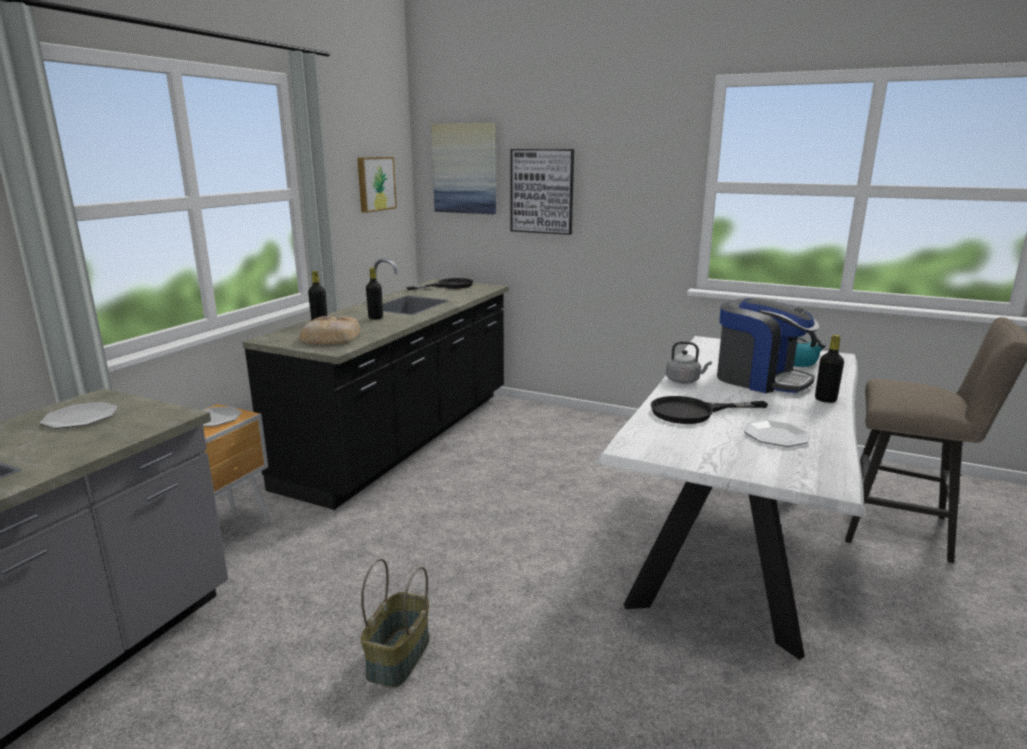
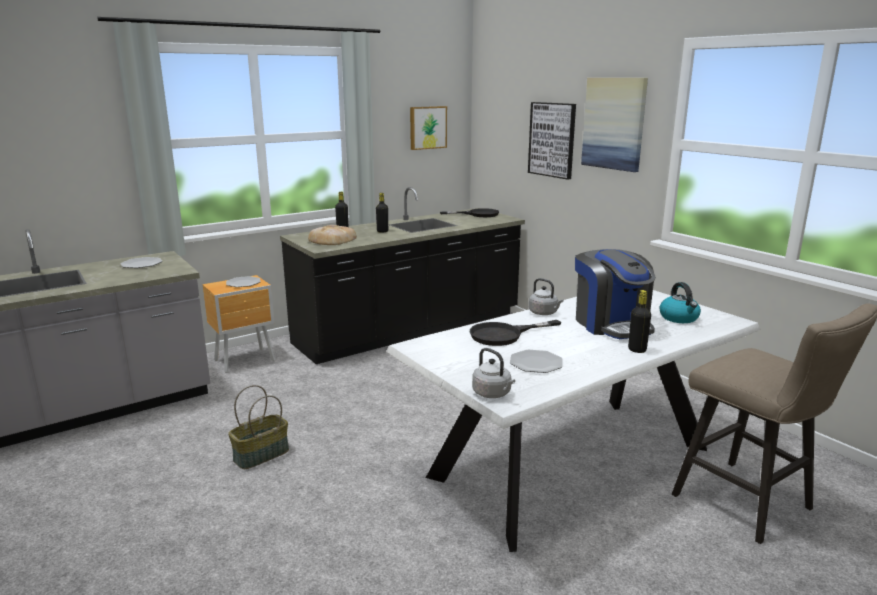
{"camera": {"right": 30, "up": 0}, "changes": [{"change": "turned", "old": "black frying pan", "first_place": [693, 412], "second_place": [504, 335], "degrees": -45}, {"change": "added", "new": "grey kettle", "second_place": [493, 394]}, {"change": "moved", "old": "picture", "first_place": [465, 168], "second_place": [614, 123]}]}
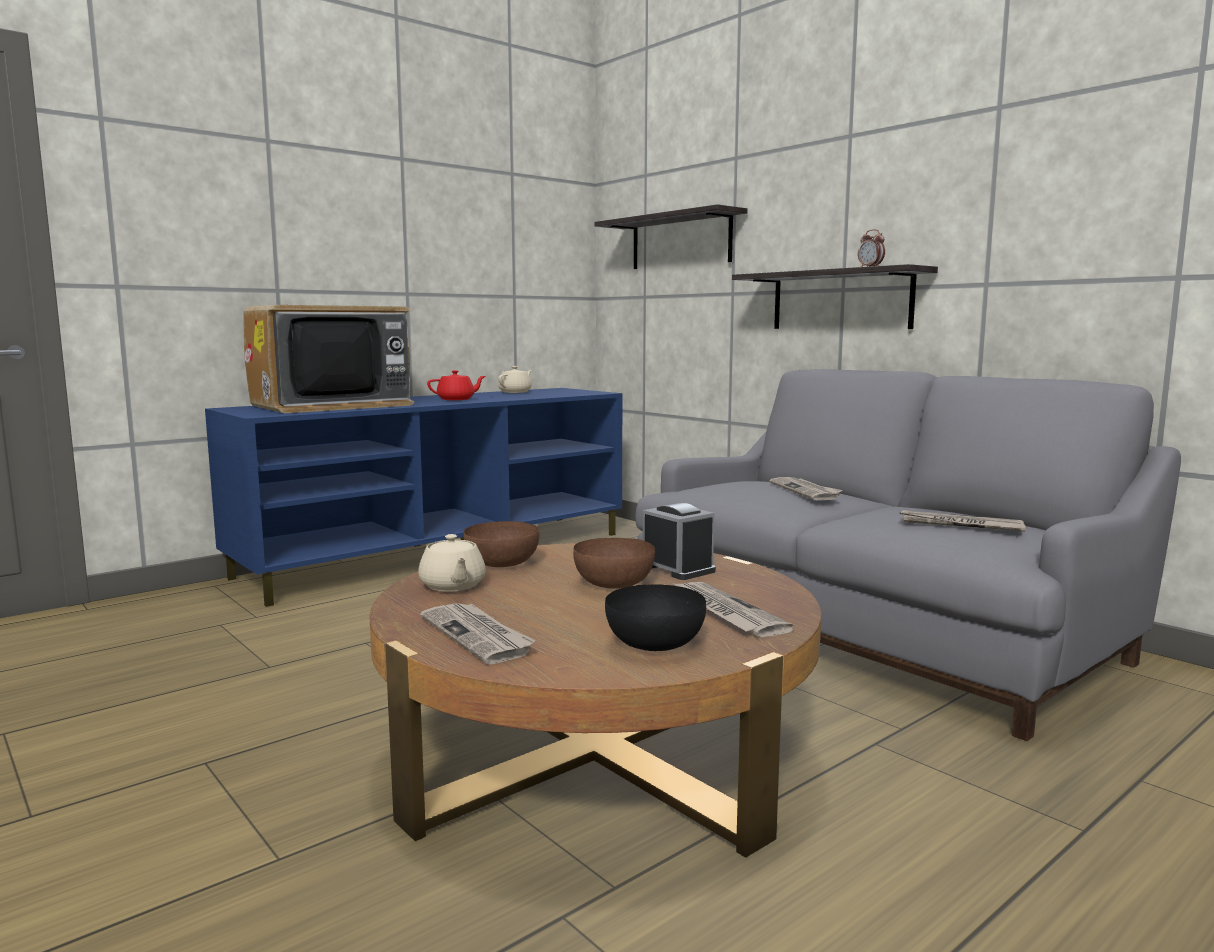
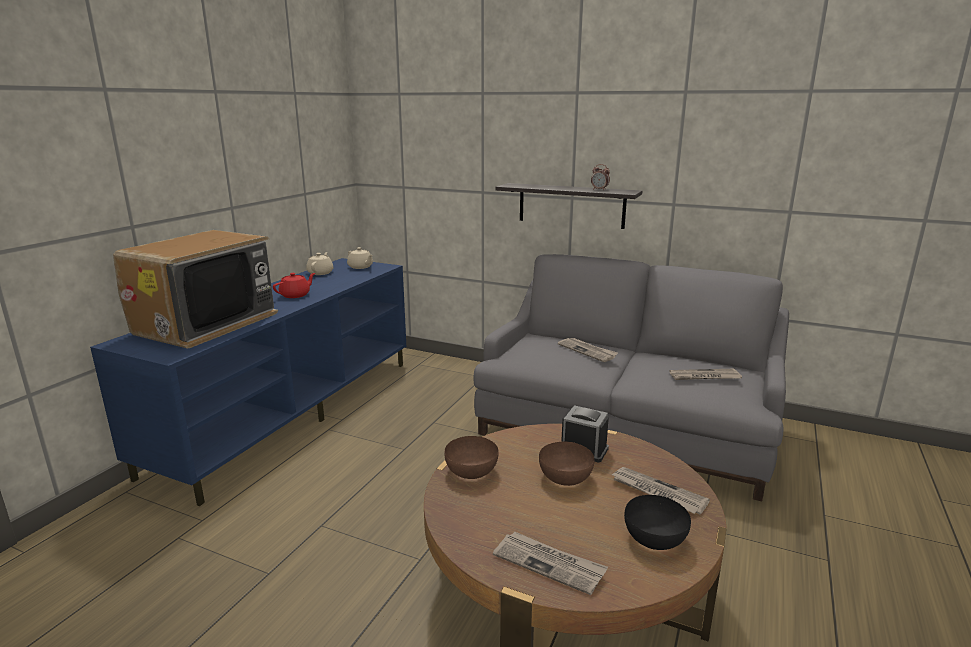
{"camera": {"right": -25, "up": 10}, "changes": [{"change": "moved", "old": "beige teapot", "first_place": [452, 586], "second_place": [360, 267]}, {"change": "removed", "old": "shelf", "first_place": [680, 241]}]}
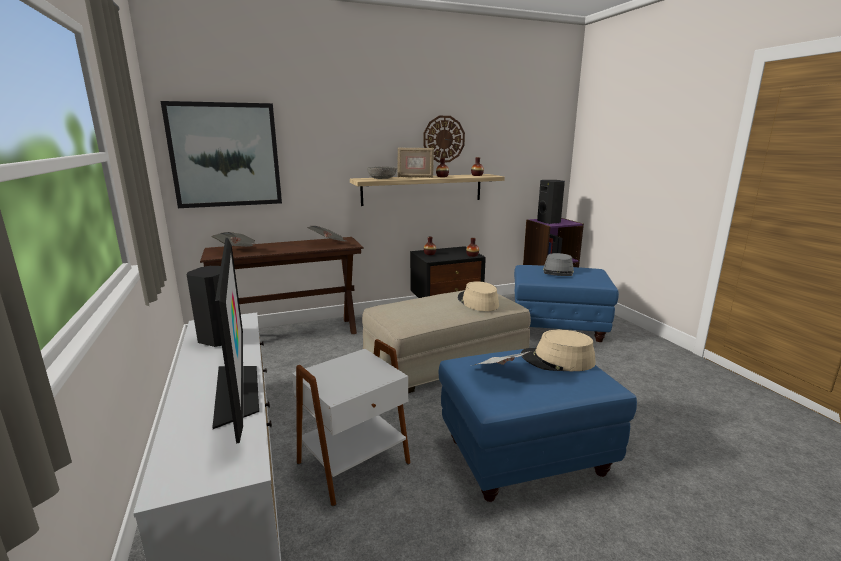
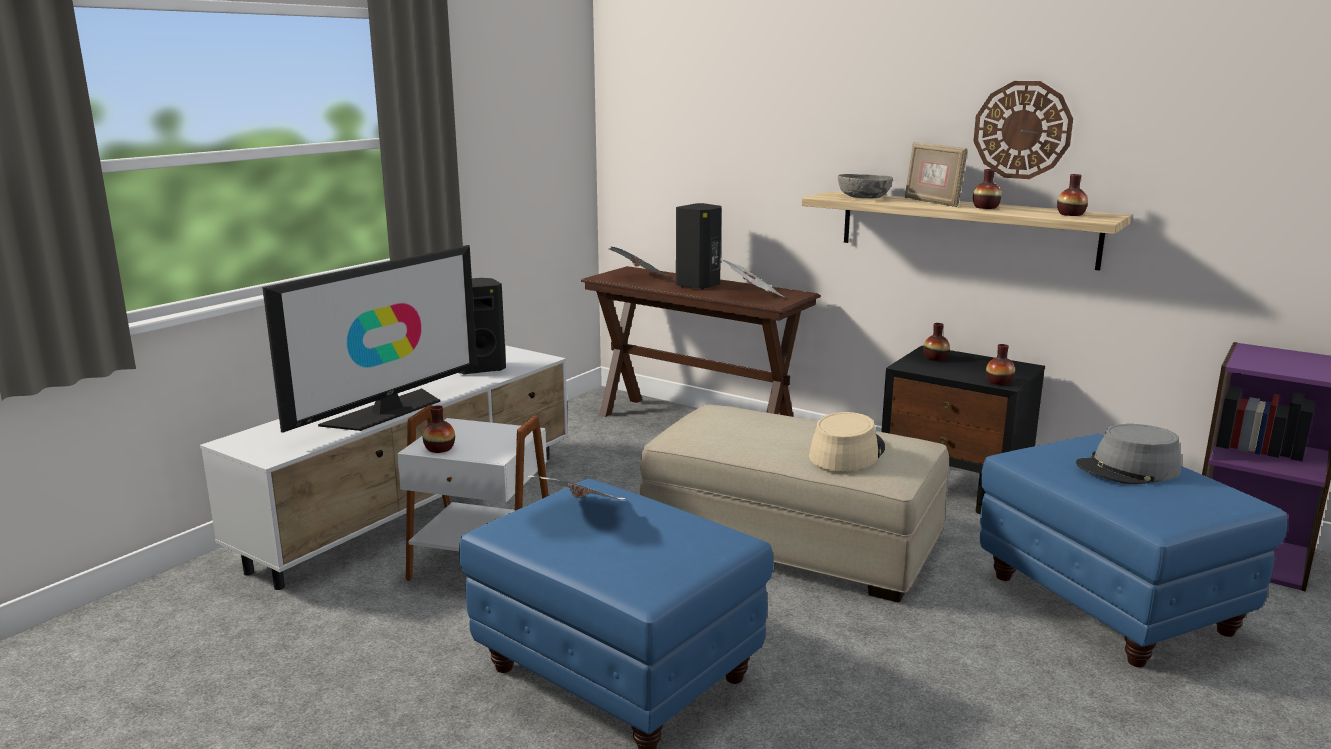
{"camera": {"right": 55, "up": 0}, "changes": [{"change": "added", "new": "vase", "second_place": [439, 449]}, {"change": "moved", "old": "black speaker", "first_place": [549, 222], "second_place": [699, 285]}, {"change": "removed", "old": "picture", "first_place": [225, 155]}, {"change": "removed", "old": "beige hat", "first_place": [557, 360]}]}
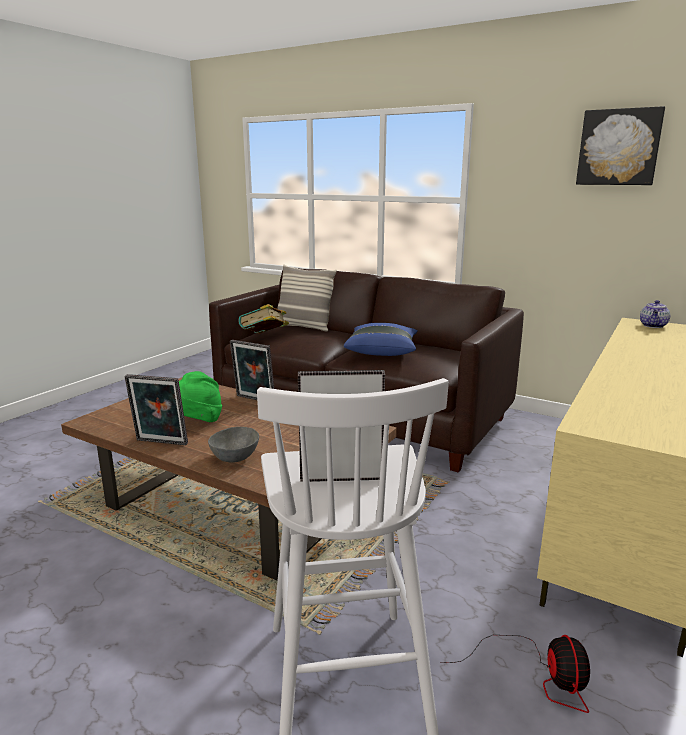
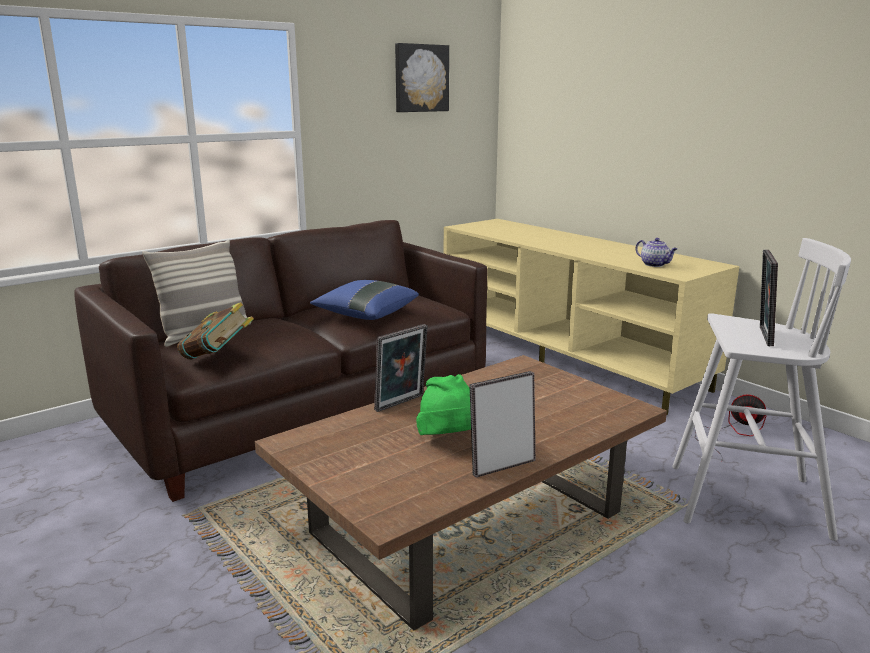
{"camera": {"right": -70, "up": 0}, "changes": [{"change": "turned", "old": "picture frame", "first_place": [160, 443], "second_place": [502, 466], "degrees": -150}, {"change": "moved", "old": "teapot", "first_place": [653, 326], "second_place": [655, 265]}, {"change": "removed", "old": "grey bowl", "first_place": [236, 458]}]}
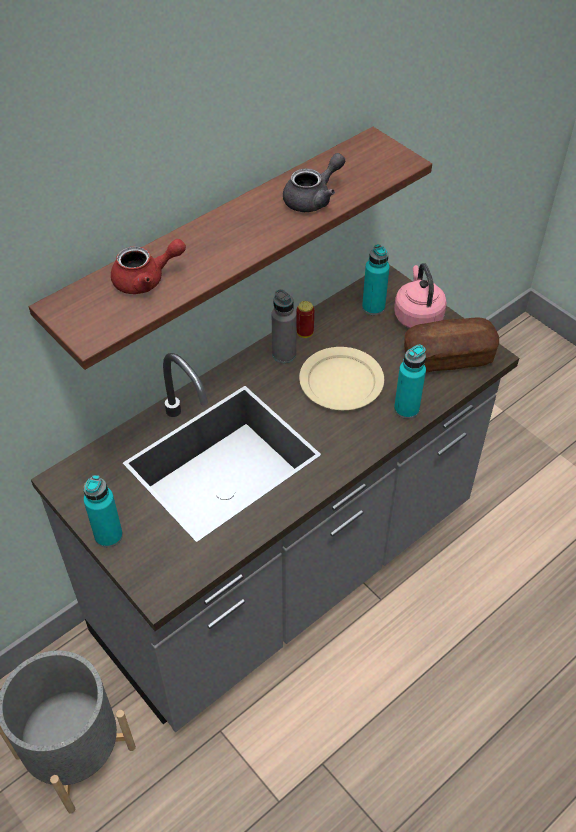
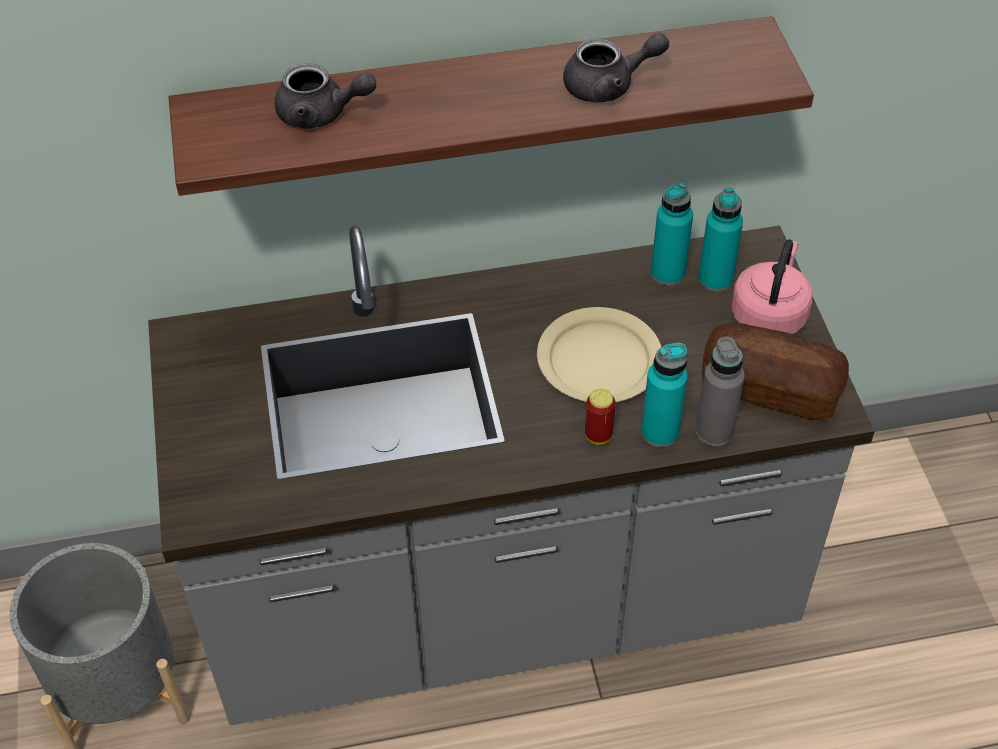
{"camera": {"right": 30, "up": 0}, "changes": [{"change": "recoloured", "old": "red teapot", "new": "grey teapot", "first_place": [146, 280], "second_place": [321, 114]}, {"change": "moved", "old": "can", "first_place": [305, 333], "second_place": [598, 435]}, {"change": "moved", "old": "turquoise bottle", "first_place": [108, 535], "second_place": [667, 273]}, {"change": "moved", "old": "grey bottle", "first_place": [284, 354], "second_place": [714, 431]}]}
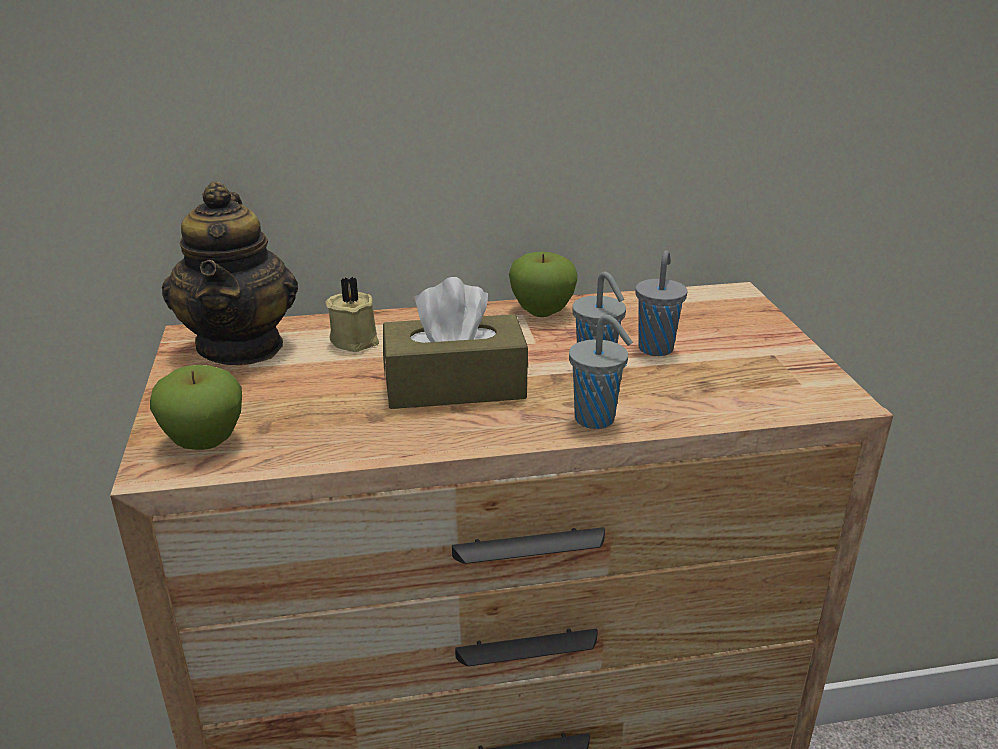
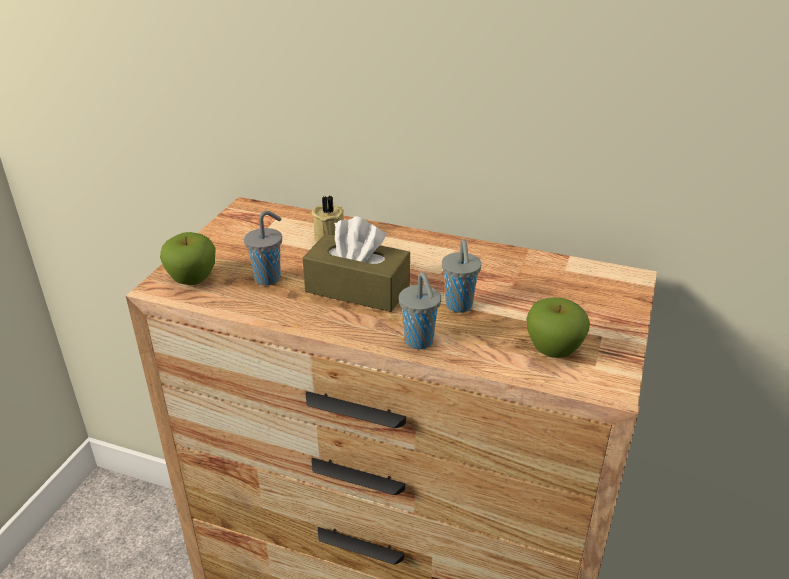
{"camera": {"right": 30, "up": 5}, "changes": [{"change": "moved", "old": "grey cup", "first_place": [656, 347], "second_place": [269, 278]}, {"change": "moved", "old": "apple", "first_place": [542, 311], "second_place": [553, 350]}, {"change": "removed", "old": "teapot", "first_place": [241, 346]}]}
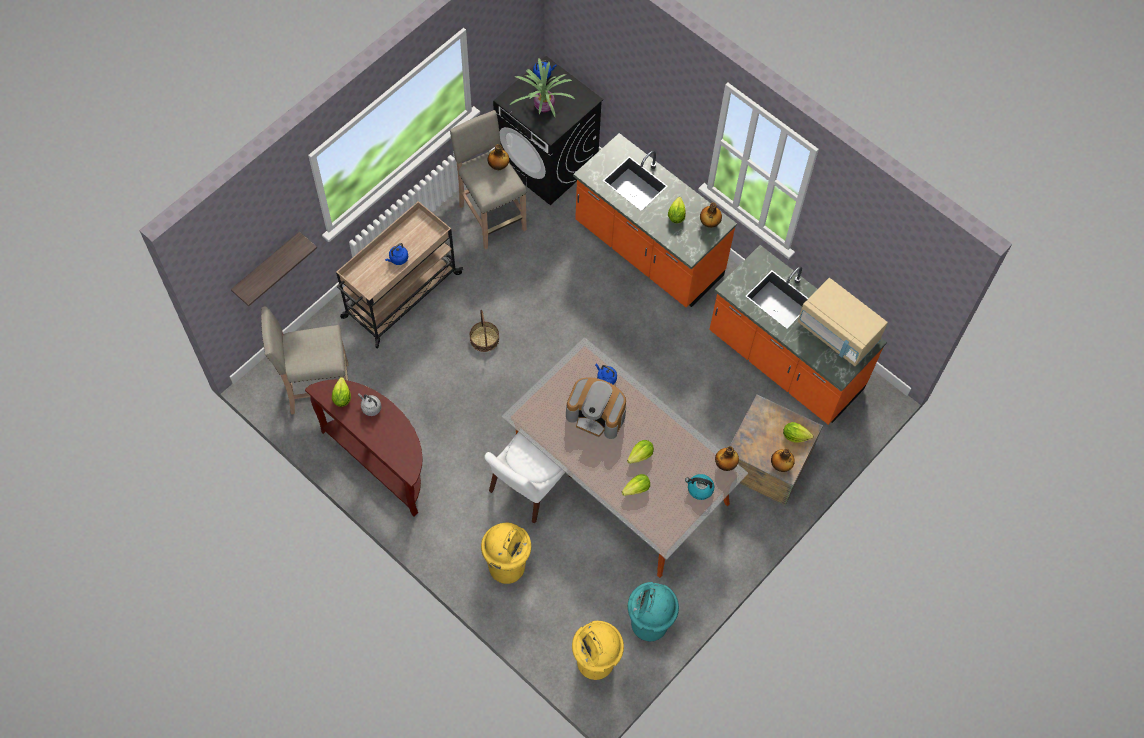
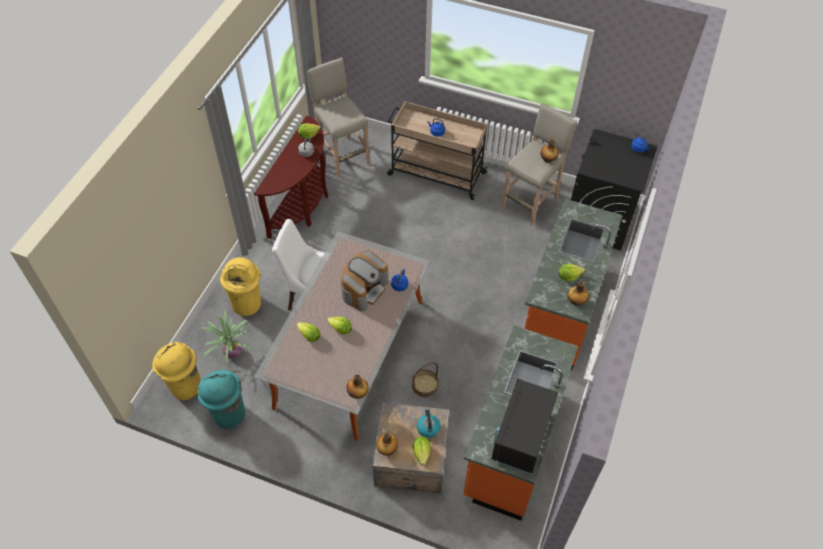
{"camera": {"right": 70, "up": -10}, "changes": [{"change": "moved", "old": "potted plant", "first_place": [543, 106], "second_place": [233, 351]}, {"change": "turned", "old": "coffee machine", "first_place": [596, 415], "second_place": [364, 289], "degrees": -150}, {"change": "moved", "old": "basket", "first_place": [484, 339], "second_place": [425, 385]}, {"change": "moved", "old": "kettle", "first_place": [699, 489], "second_place": [428, 427]}, {"change": "recoloured", "old": "beige microwave", "new": "black microwave", "first_place": [838, 333], "second_place": [521, 436]}, {"change": "removed", "old": "shelf", "first_place": [267, 267]}]}
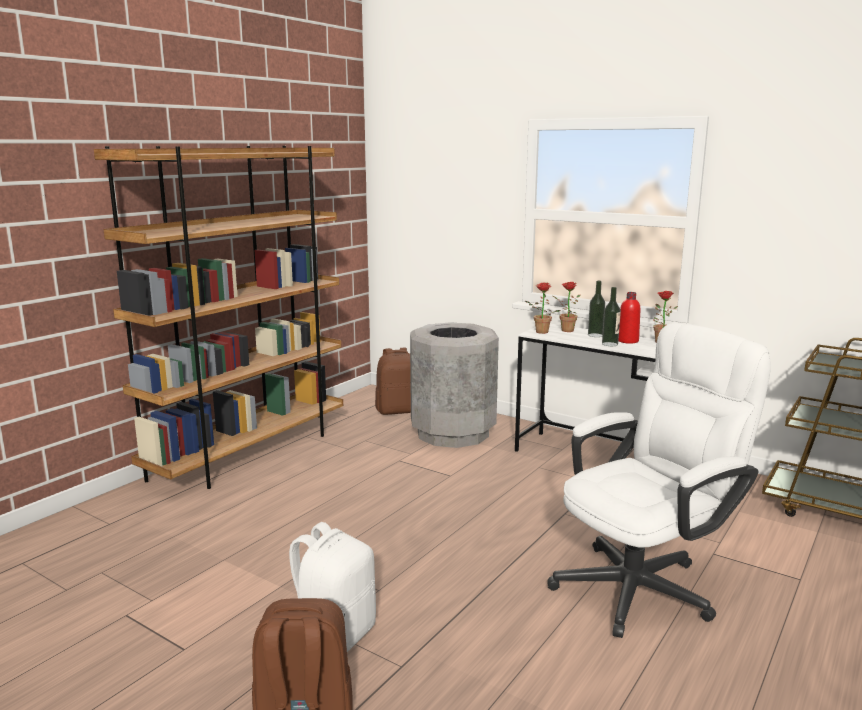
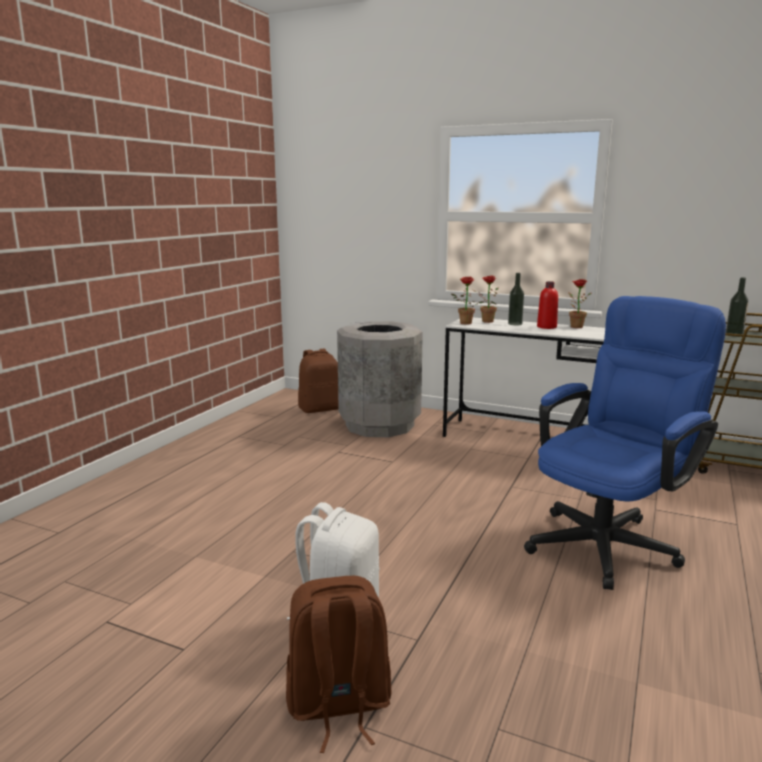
{"camera": {"right": -10, "up": 0}, "changes": [{"change": "recoloured", "old": "white office chair", "new": "blue office chair", "first_place": [645, 584], "second_place": [609, 541]}, {"change": "moved", "old": "bottle", "first_place": [610, 344], "second_place": [734, 335]}, {"change": "removed", "old": "brown bookcase", "first_place": [249, 452]}]}
